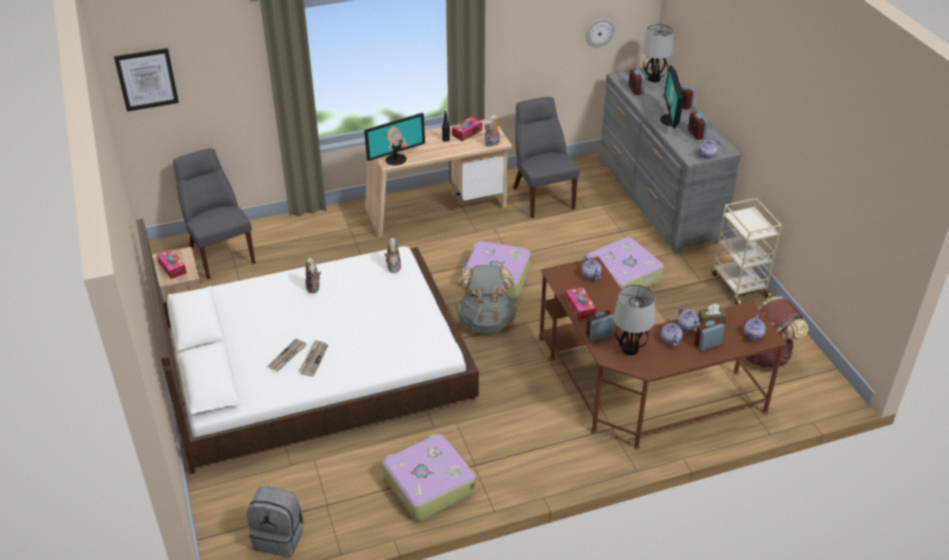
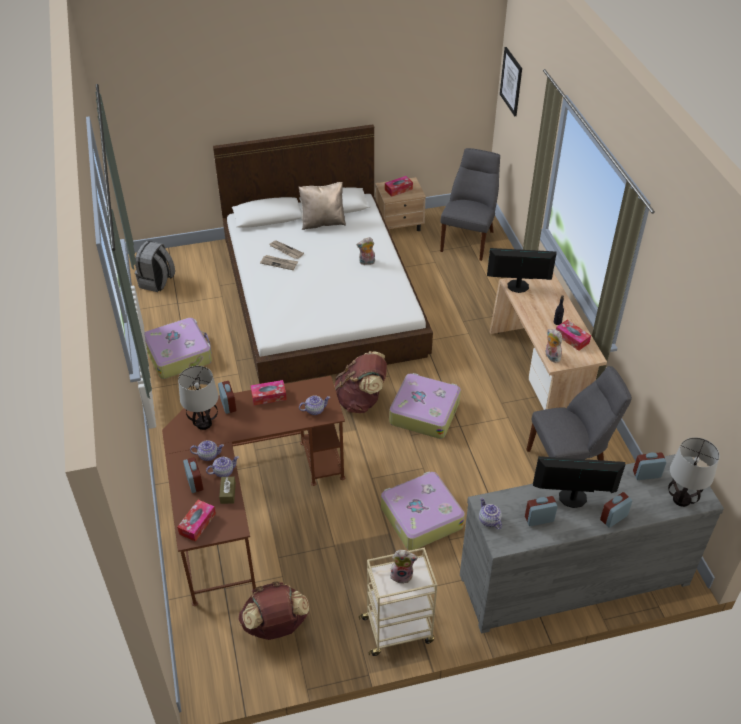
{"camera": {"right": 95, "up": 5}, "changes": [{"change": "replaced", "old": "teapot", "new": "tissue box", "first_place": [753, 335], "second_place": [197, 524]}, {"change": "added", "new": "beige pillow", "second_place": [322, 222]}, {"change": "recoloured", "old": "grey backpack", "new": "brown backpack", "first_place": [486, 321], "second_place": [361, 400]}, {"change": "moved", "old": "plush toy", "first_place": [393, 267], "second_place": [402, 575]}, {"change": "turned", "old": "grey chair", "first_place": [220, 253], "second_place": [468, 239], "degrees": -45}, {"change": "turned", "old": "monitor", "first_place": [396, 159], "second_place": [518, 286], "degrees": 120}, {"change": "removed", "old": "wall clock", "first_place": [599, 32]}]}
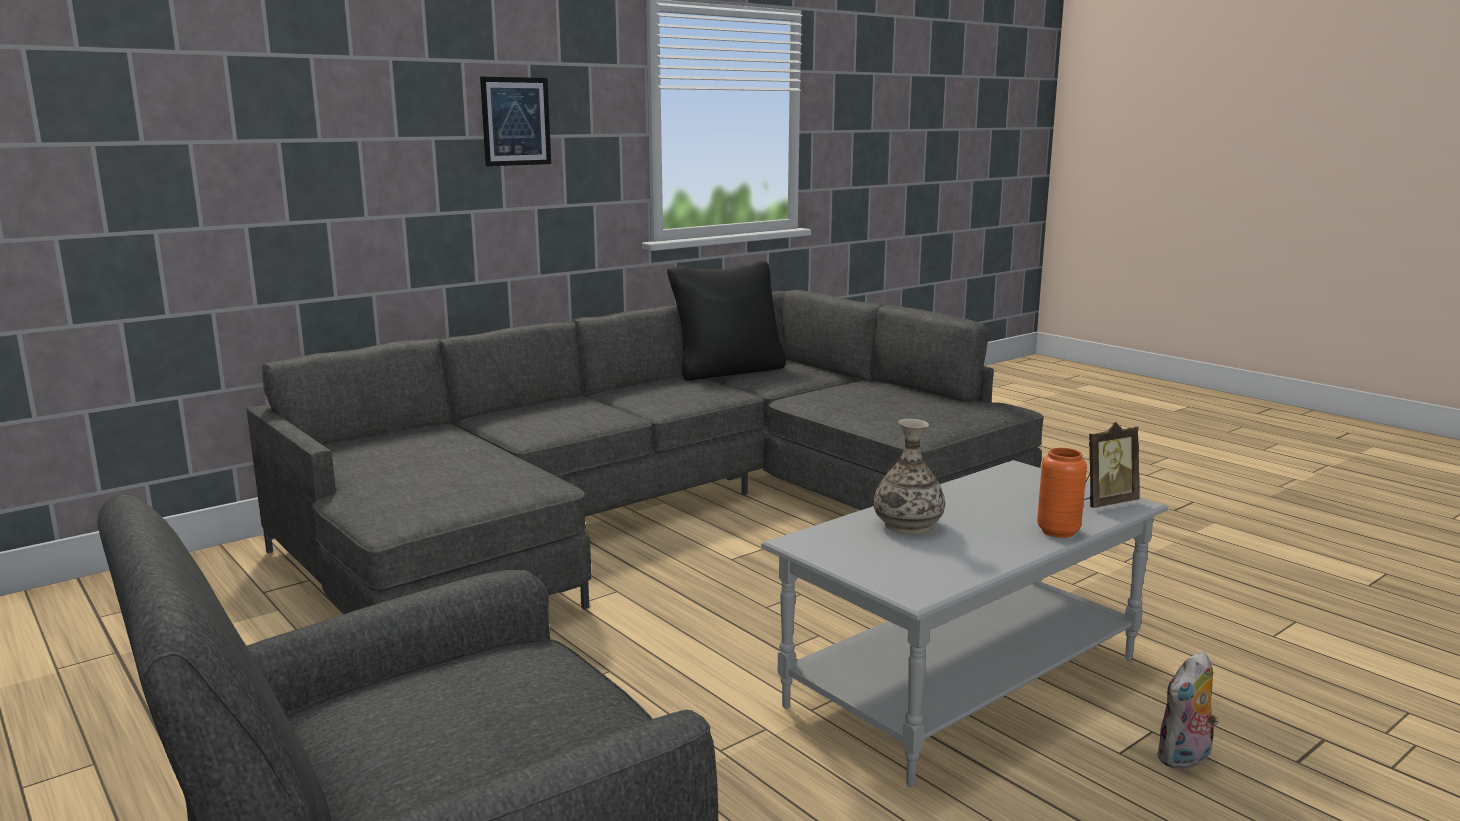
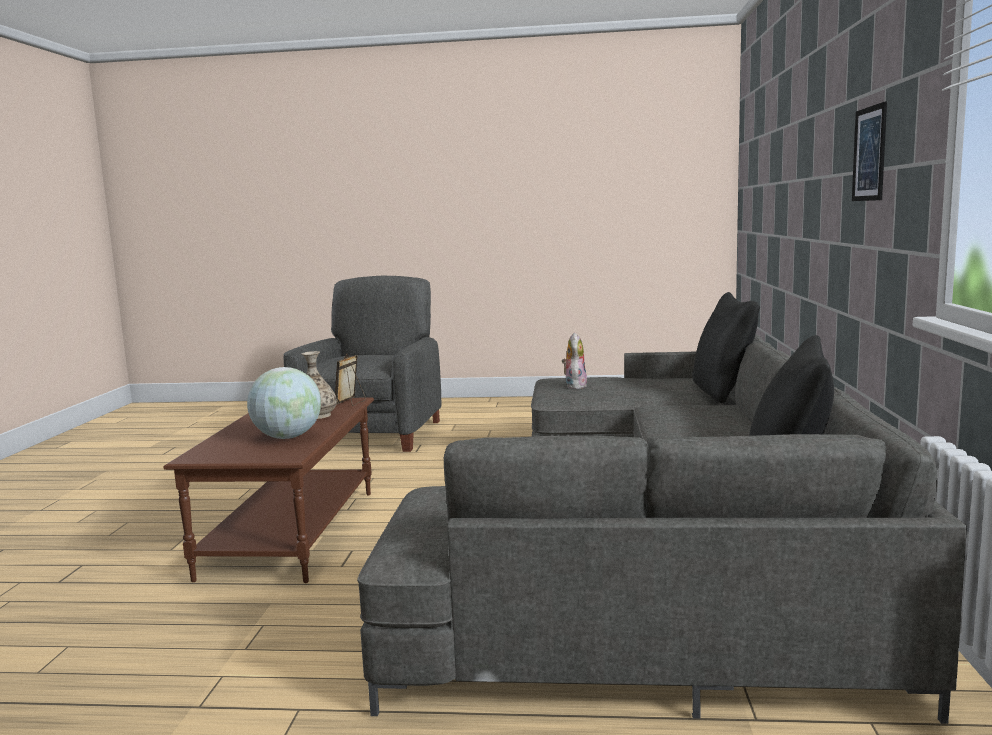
{"camera": {"right": 135, "up": -5}, "changes": [{"change": "recoloured", "old": "grey coffee table", "new": "brown coffee table", "first_place": [963, 680], "second_place": [293, 533]}, {"change": "added", "new": "globe", "second_place": [287, 437]}, {"change": "moved", "old": "picture frame", "first_place": [1105, 502], "second_place": [351, 402]}, {"change": "moved", "old": "plush toy", "first_place": [1185, 759], "second_place": [574, 386]}, {"change": "added", "new": "black pillow", "second_place": [722, 392]}, {"change": "removed", "old": "orange vase", "first_place": [1058, 531]}]}
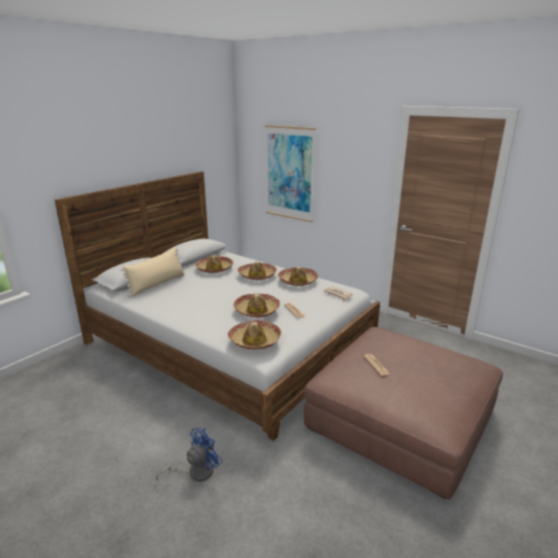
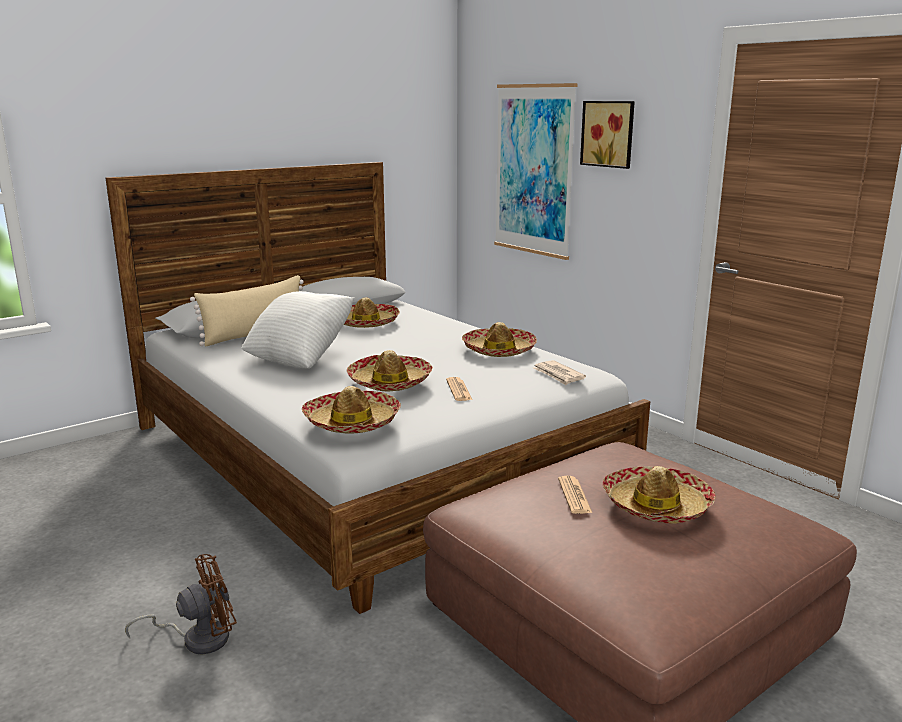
{"camera": {"right": 15, "up": -5}, "changes": [{"change": "recoloured", "old": "blue fan", "new": "brown fan", "first_place": [195, 472], "second_place": [198, 638]}, {"change": "added", "new": "white pillow", "second_place": [300, 358]}, {"change": "added", "new": "picture", "second_place": [609, 134]}, {"change": "moved", "old": "hat", "first_place": [257, 275], "second_place": [656, 506]}]}
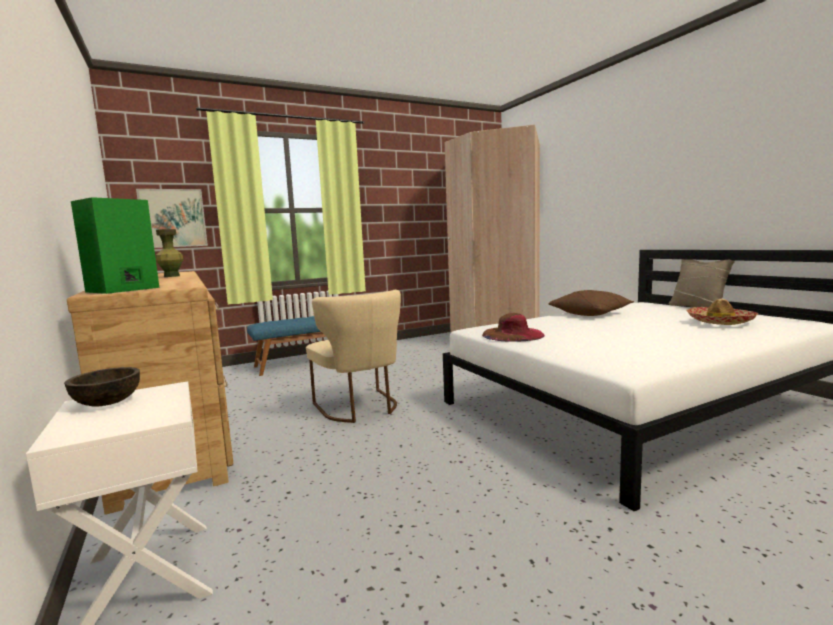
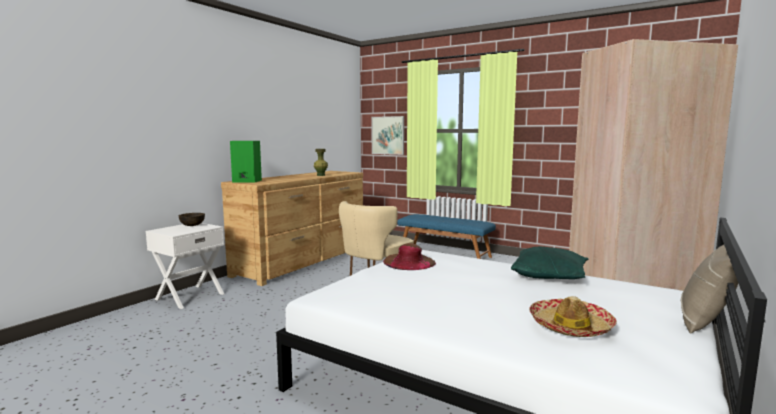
{"camera": {"right": 60, "up": 0}, "changes": [{"change": "recoloured", "old": "brown pillow", "new": "green pillow", "first_place": [590, 313], "second_place": [549, 276]}]}
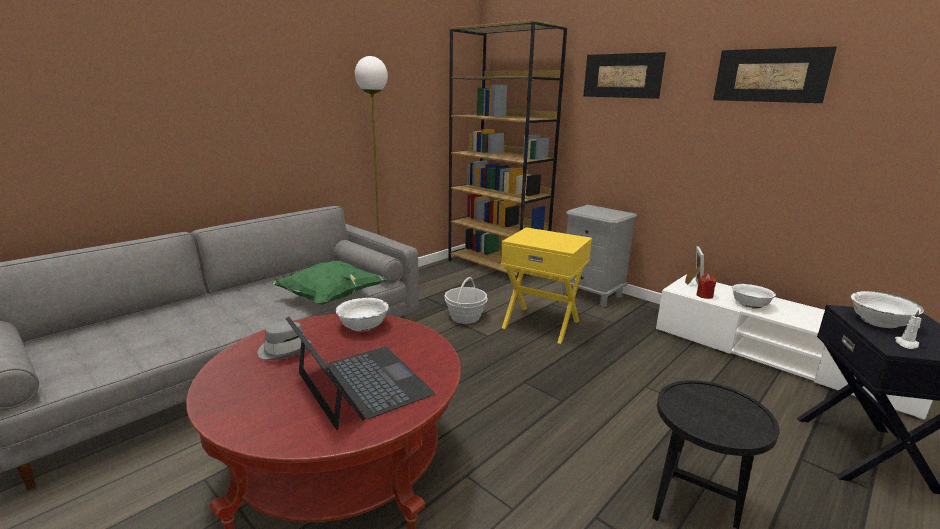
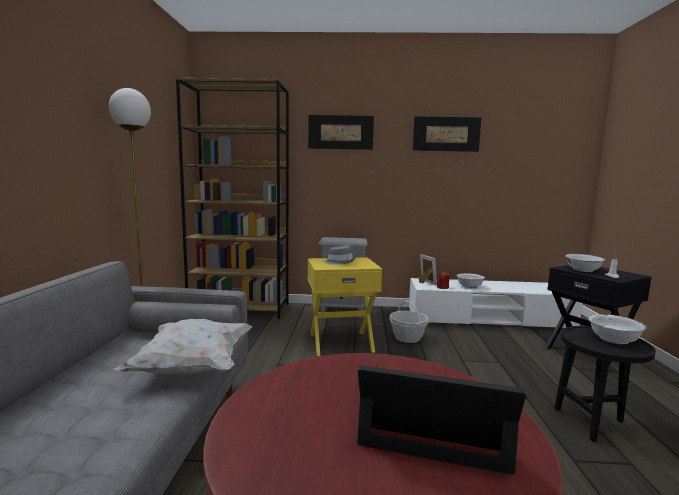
{"camera": {"right": -40, "up": -10}, "changes": [{"change": "recoloured", "old": "green pillow", "new": "white pillow", "first_place": [331, 298], "second_place": [192, 368]}, {"change": "moved", "old": "grey hat", "first_place": [284, 349], "second_place": [340, 262]}, {"change": "moved", "old": "basket", "first_place": [465, 317], "second_place": [407, 337]}, {"change": "moved", "old": "white bowl", "first_place": [363, 326], "second_place": [614, 340]}]}
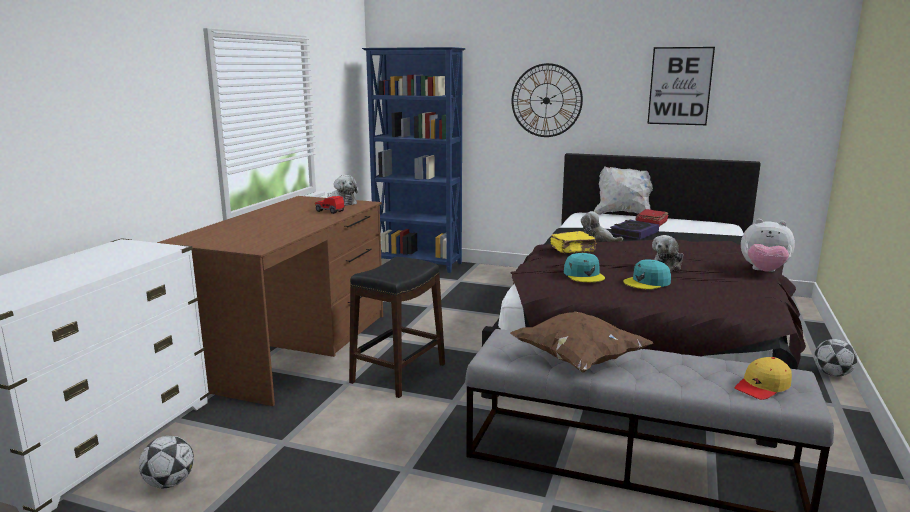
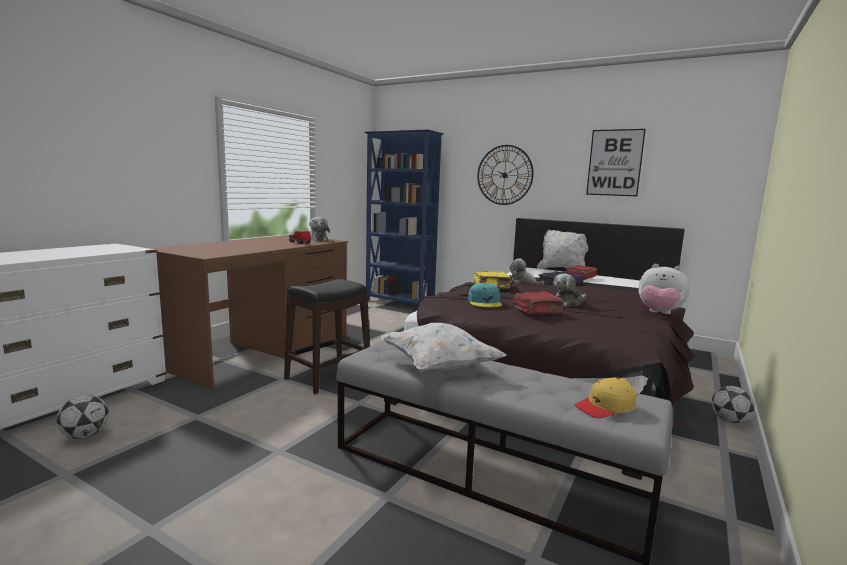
{"camera": {"right": 10, "up": -5}, "changes": [{"change": "recoloured", "old": "brown pillow", "new": "white pillow", "first_place": [577, 360], "second_place": [438, 367]}, {"change": "replaced", "old": "turquoise cap", "new": "red book", "first_place": [647, 282], "second_place": [538, 311]}]}
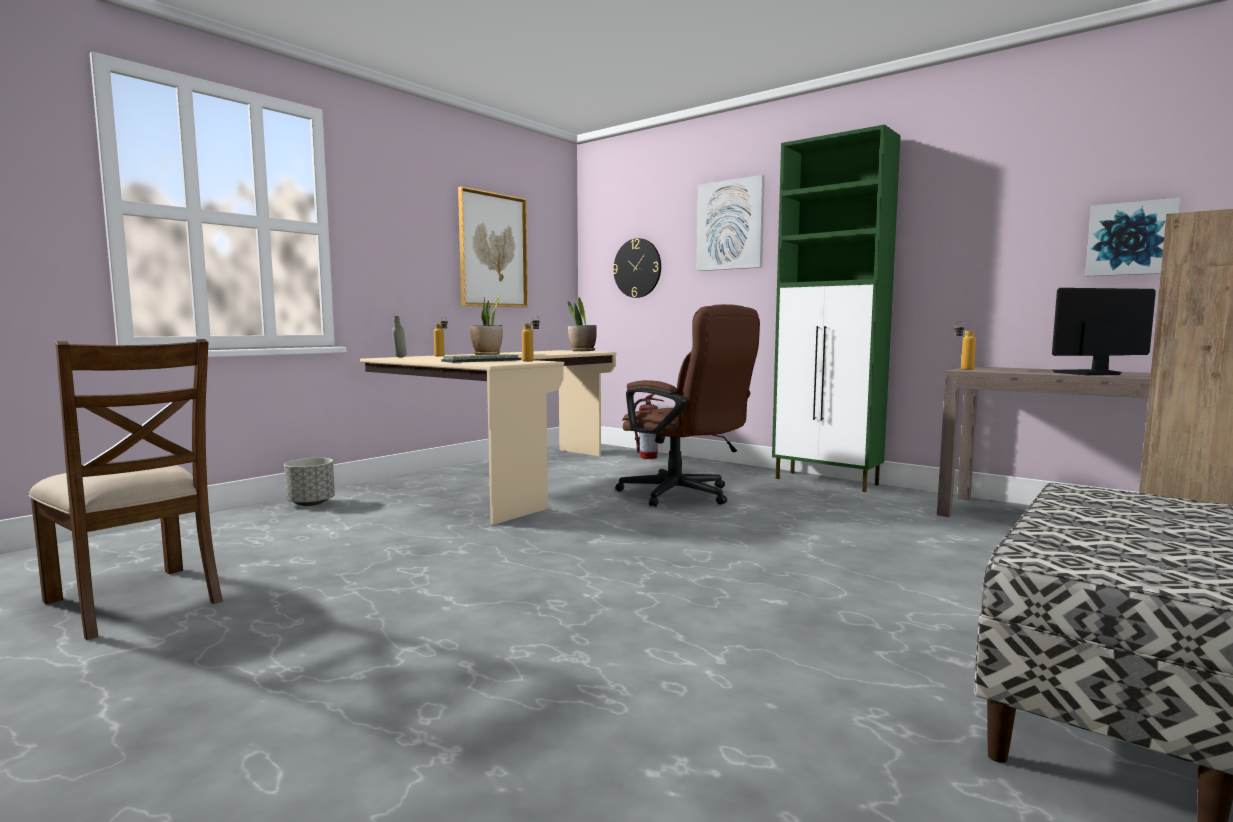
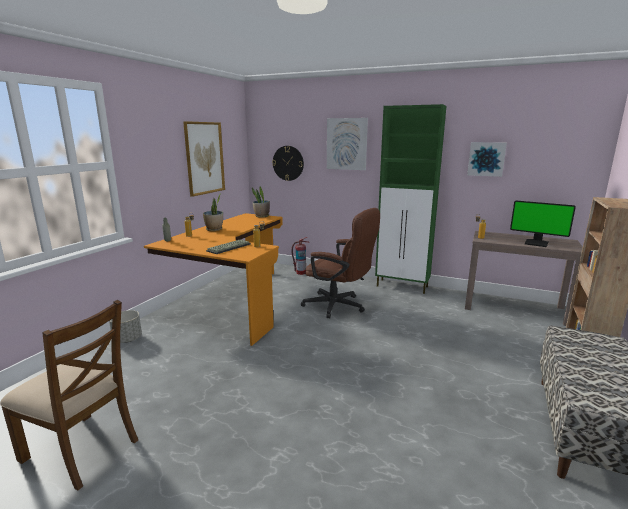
{"camera": {"right": -15, "up": 10}, "changes": [{"change": "recoloured", "old": "beige desk", "new": "orange desk", "first_place": [503, 478], "second_place": [231, 301]}, {"change": "moved", "old": "picture", "first_place": [1131, 239], "second_place": [486, 159]}, {"change": "turned", "old": "monitor", "first_place": [1087, 373], "second_place": [537, 243], "degrees": -120}]}
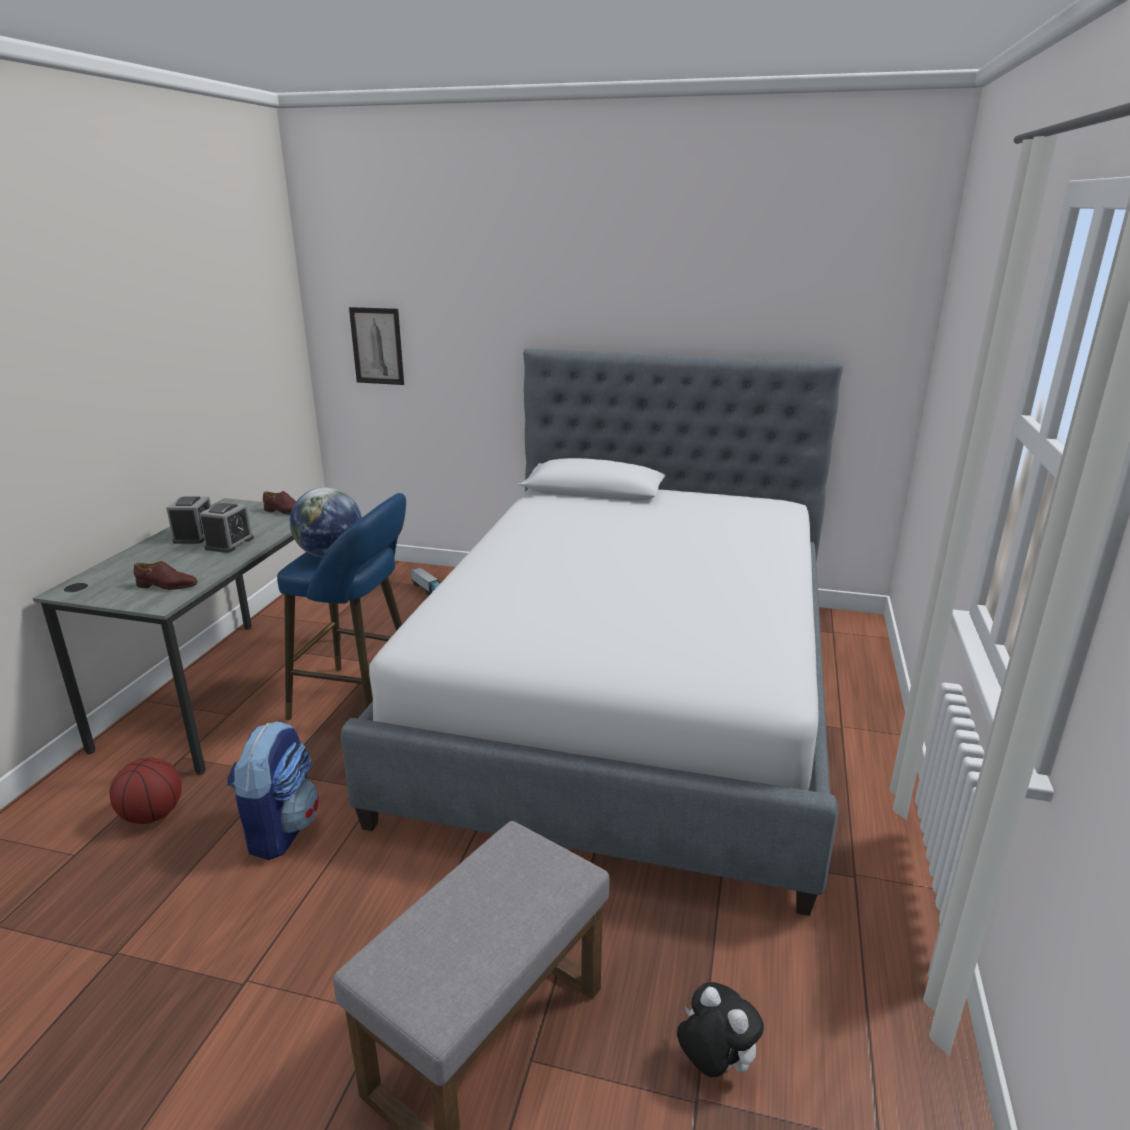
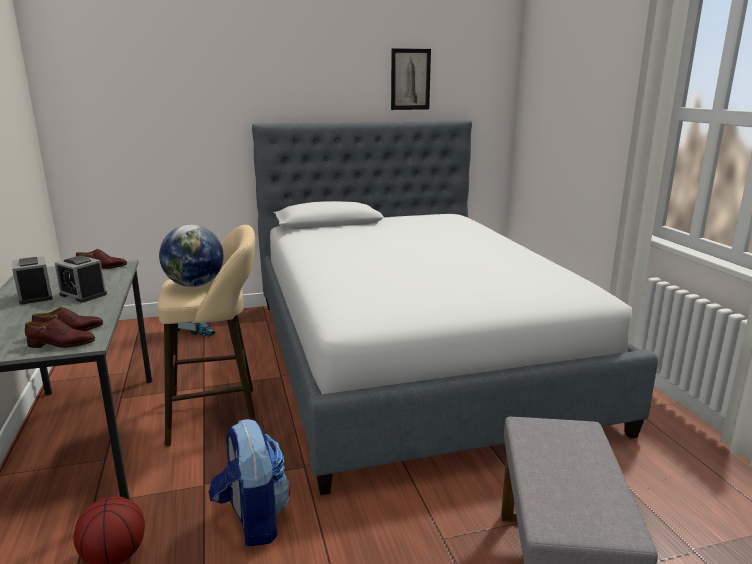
{"camera": {"right": -30, "up": -5}, "changes": [{"change": "added", "new": "brown shoe", "second_place": [61, 344]}, {"change": "turned", "old": "alarm clock", "first_place": [229, 543], "second_place": [83, 294], "degrees": 135}, {"change": "recoloured", "old": "blue stool", "new": "beige stool", "first_place": [362, 700], "second_place": [220, 414]}, {"change": "moved", "old": "picture", "first_place": [377, 346], "second_place": [410, 79]}, {"change": "removed", "old": "plush toy", "first_place": [714, 1063]}]}
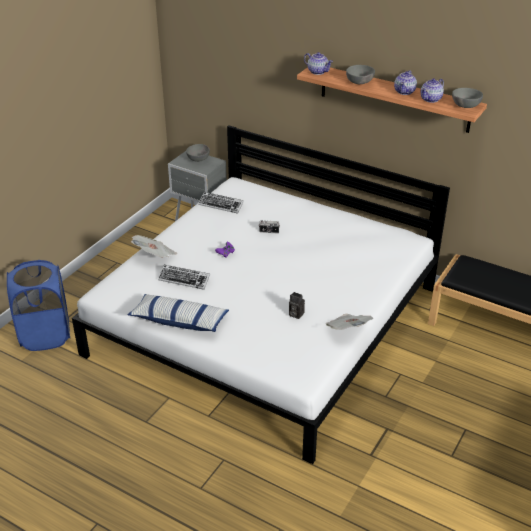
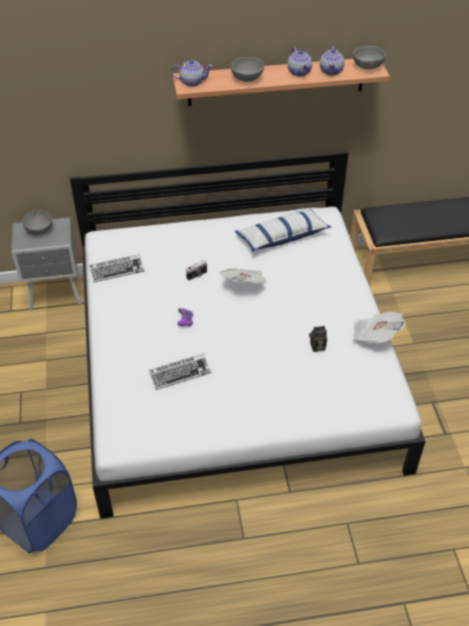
{"camera": {"right": -40, "up": 10}, "changes": [{"change": "moved", "old": "newspaper", "first_place": [155, 256], "second_place": [245, 284]}, {"change": "moved", "old": "pillow", "first_place": [179, 320], "second_place": [282, 237]}]}
